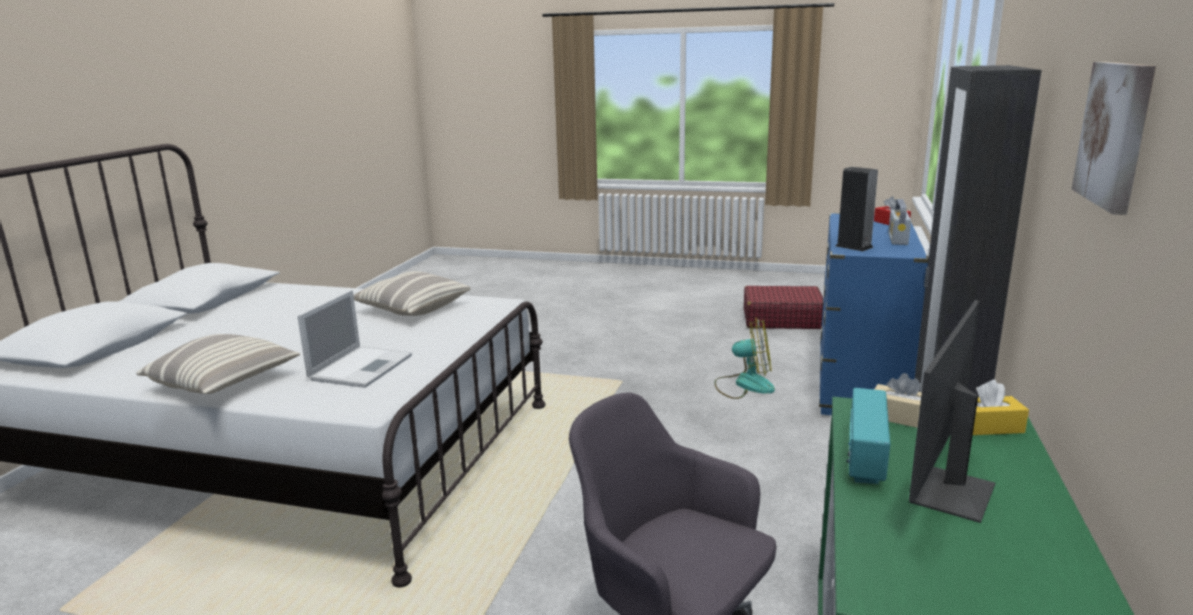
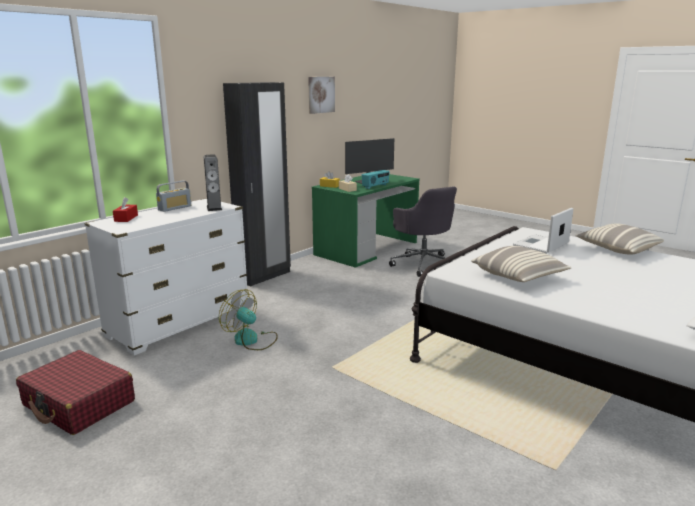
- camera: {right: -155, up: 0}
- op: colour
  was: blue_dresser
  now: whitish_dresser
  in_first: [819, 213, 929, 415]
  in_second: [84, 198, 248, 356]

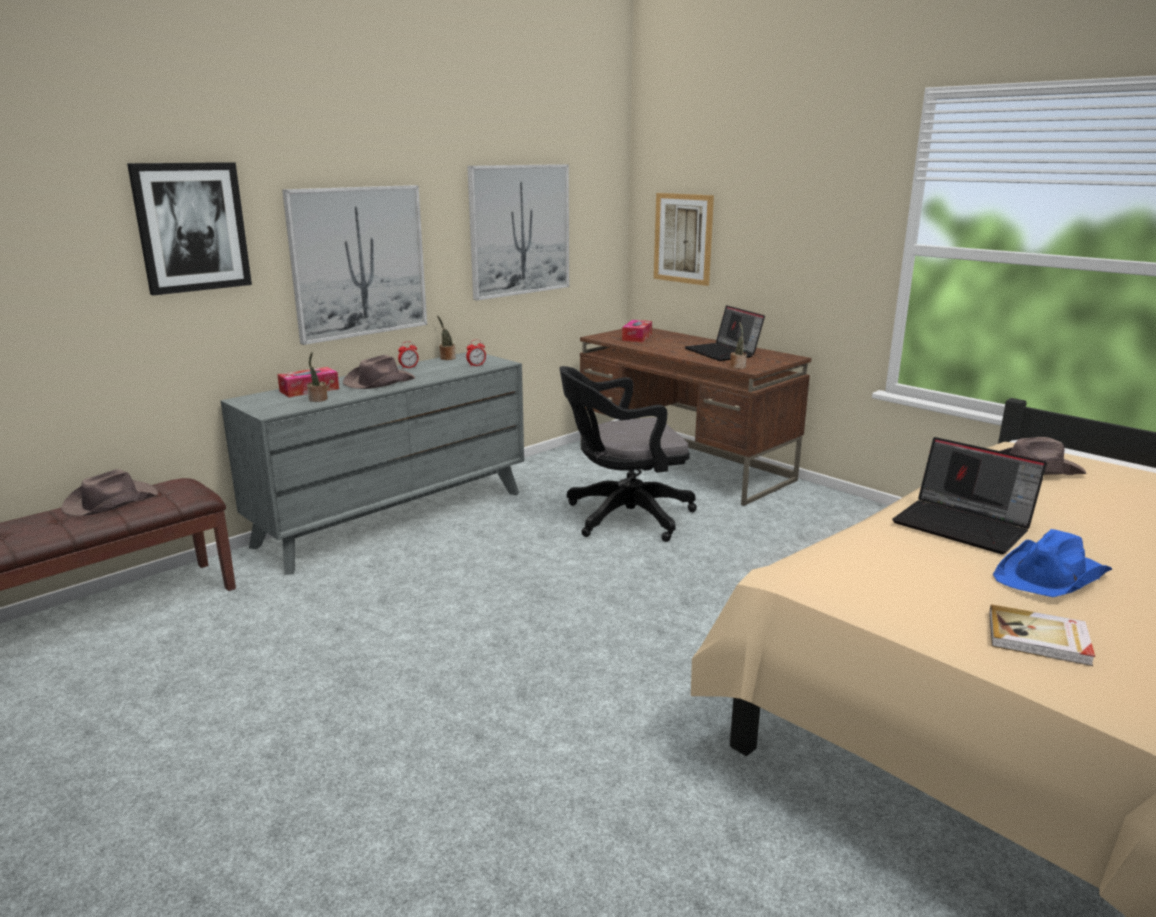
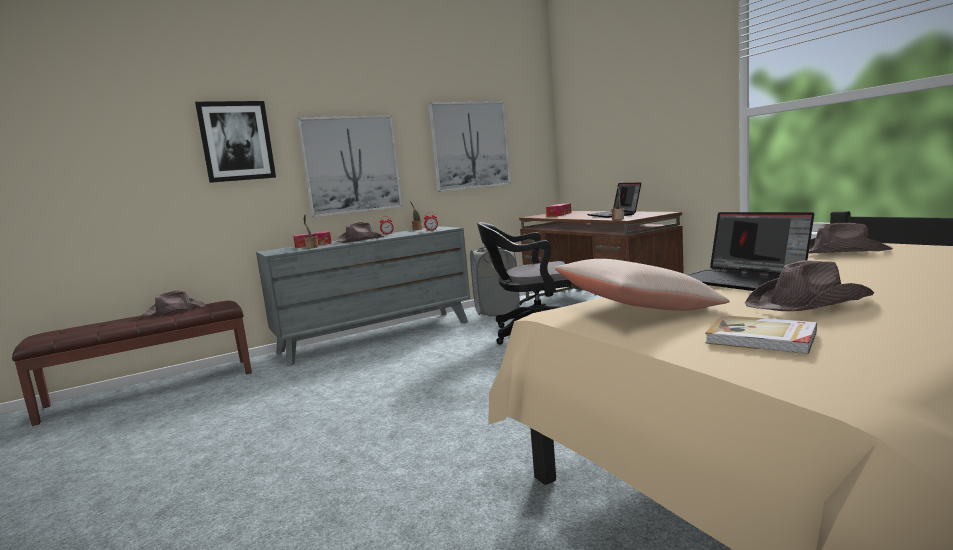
- camera: {right: 15, up: -10}
- op: missing
  was: wall_picture
  in_first: [654, 193, 714, 286]
- op: appeared
  now: greyish_washing_basket
  in_second: [470, 247, 520, 317]
- op: appeared
  now: beige-coloured_cushion
  in_second: [555, 259, 730, 311]
- op: colour
  was: blue_wearable_hat
  now: brownish_wearable_hat
  in_first: [993, 529, 1112, 597]
  in_second: [745, 260, 874, 311]

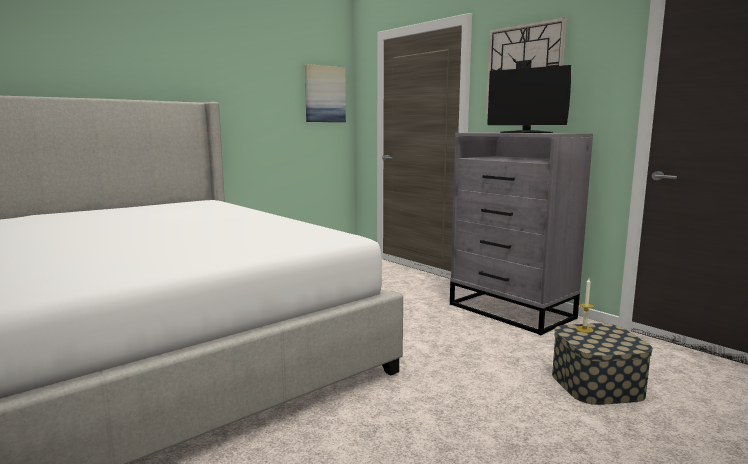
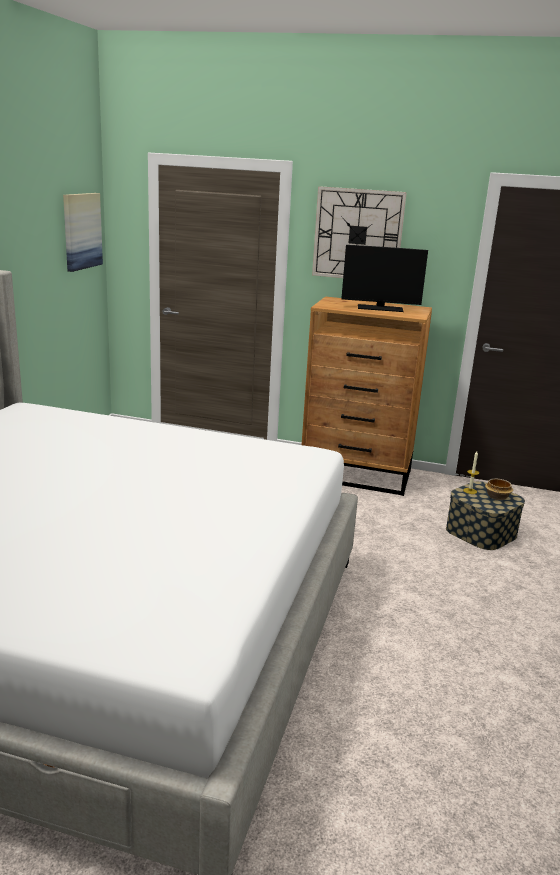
- camera: {right: -35, up: 10}
- op: appeared
  now: deep_dish
  in_second: [485, 479, 513, 500]
- op: colour
  was: greyish_dresser
  now: brownish_dresser
  in_first: [450, 132, 593, 335]
  in_second: [302, 296, 432, 496]

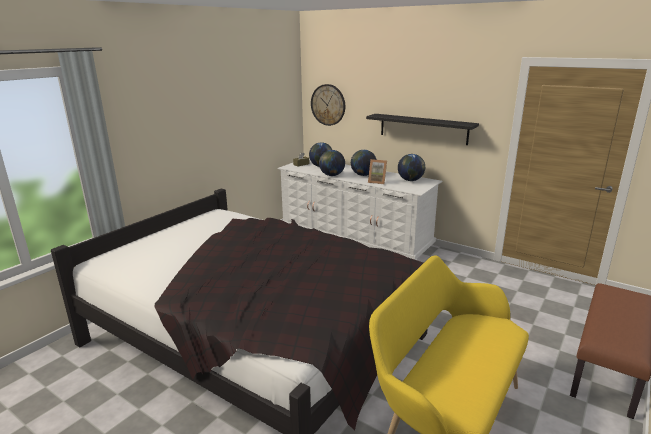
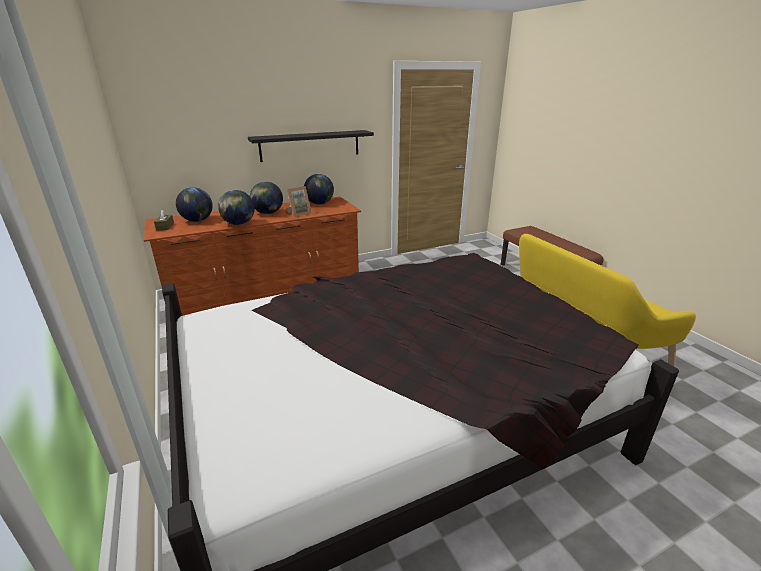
- camera: {right: -60, up: 5}
- op: missing
  was: wall_clock
  in_first: [311, 84, 345, 126]
- op: colour
  was: whitish_dresser
  now: brownish_dresser
  in_first: [277, 158, 442, 260]
  in_second: [144, 197, 361, 316]

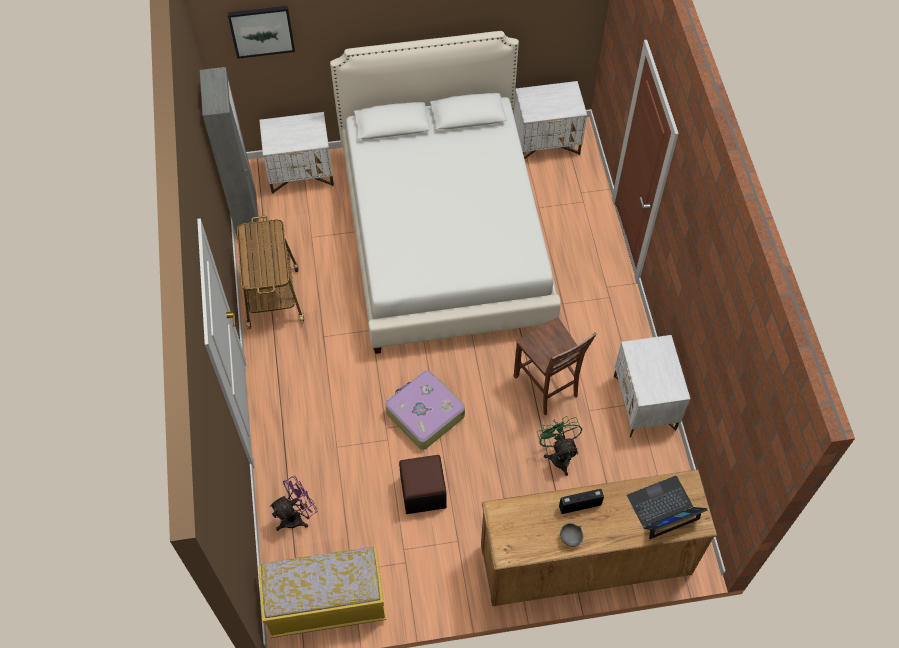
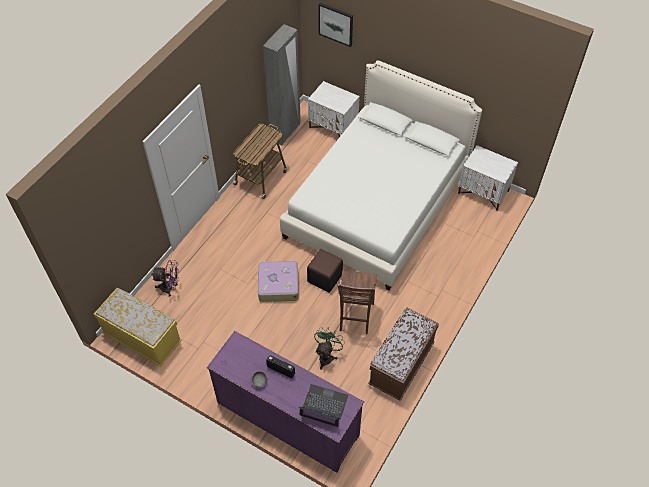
- camera: {right: 40, up: -5}
- op: relocated
  was: blackish_pouffe
  in_first: [399, 455, 447, 514]
  in_second: [307, 249, 343, 293]
- op: exchanged
  was: whitish_nightstand
  now: brownish_indoor_bench
  in_first: [614, 335, 690, 438]
  in_second: [368, 308, 439, 401]
- op: colour
  was: brownish_dresser
  now: purple_dresser
  in_first: [481, 469, 717, 606]
  in_second: [207, 331, 364, 473]

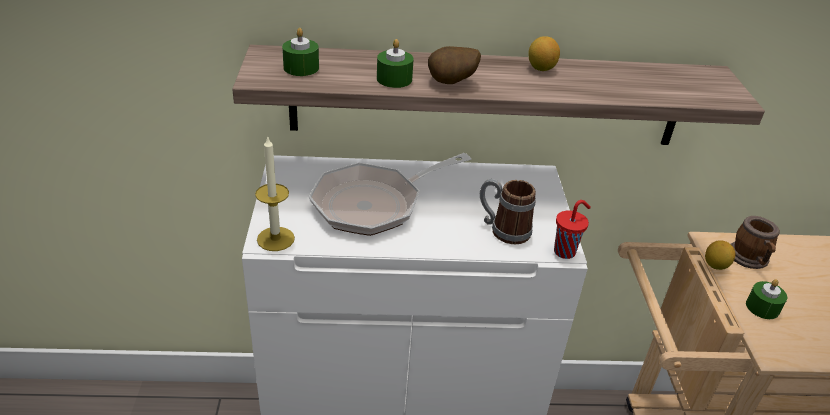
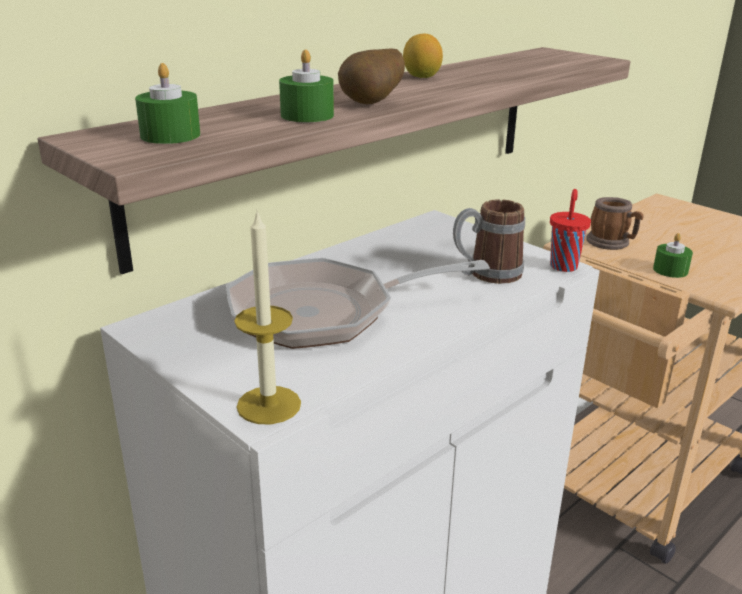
- camera: {right: -40, up: -10}
- op: missing
  was: whole_lemon
  in_first: [705, 240, 736, 270]
- op: spun
  was: frying_pan
  in_first: [309, 153, 471, 236]
  in_second: [226, 258, 490, 349]
  clockwise: 60

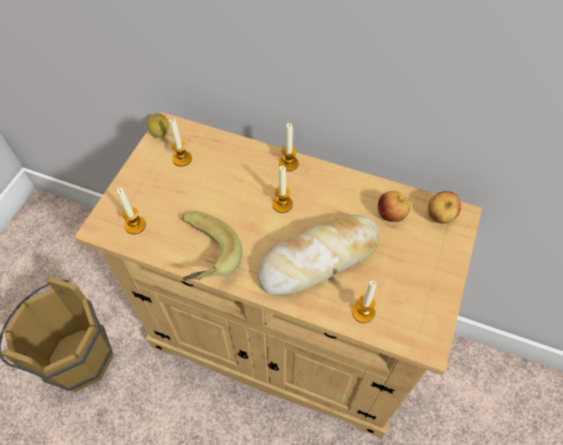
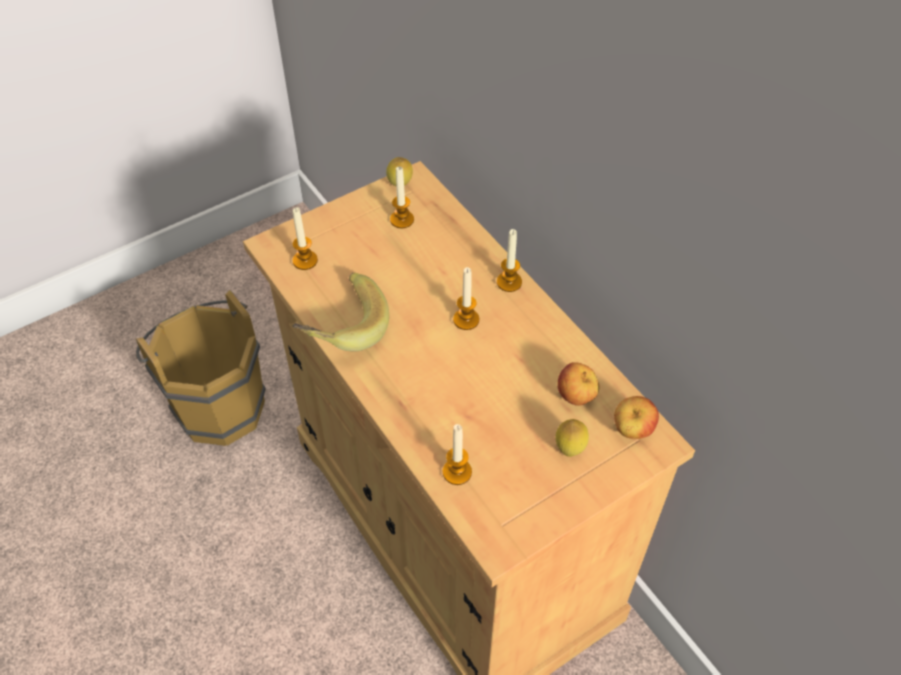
- camera: {right: 35, up: -5}
- op: missing
  was: bakery_bread
  in_first: [258, 215, 379, 296]
- op: appeared
  now: whole_lemon
  in_second: [556, 419, 589, 457]

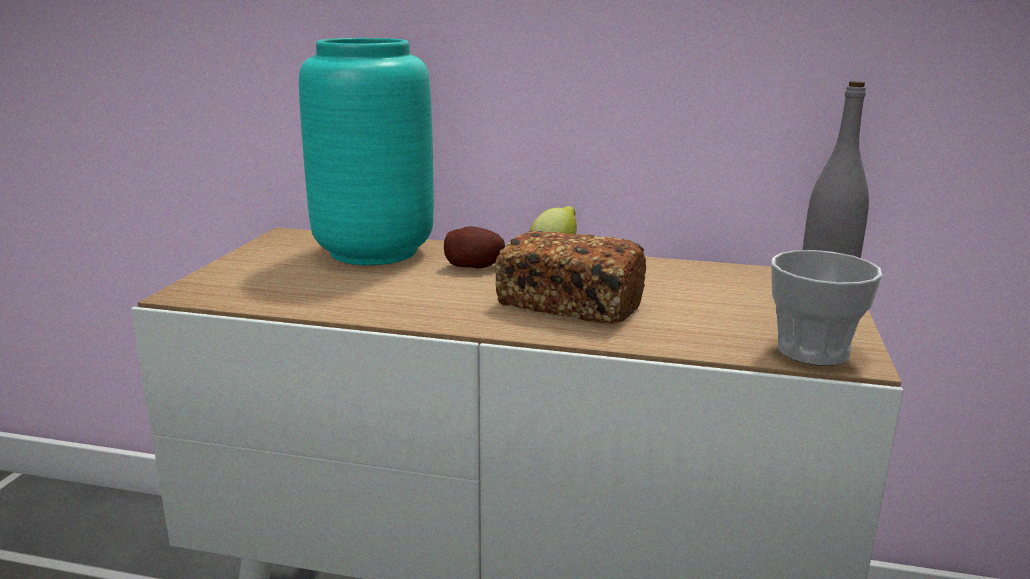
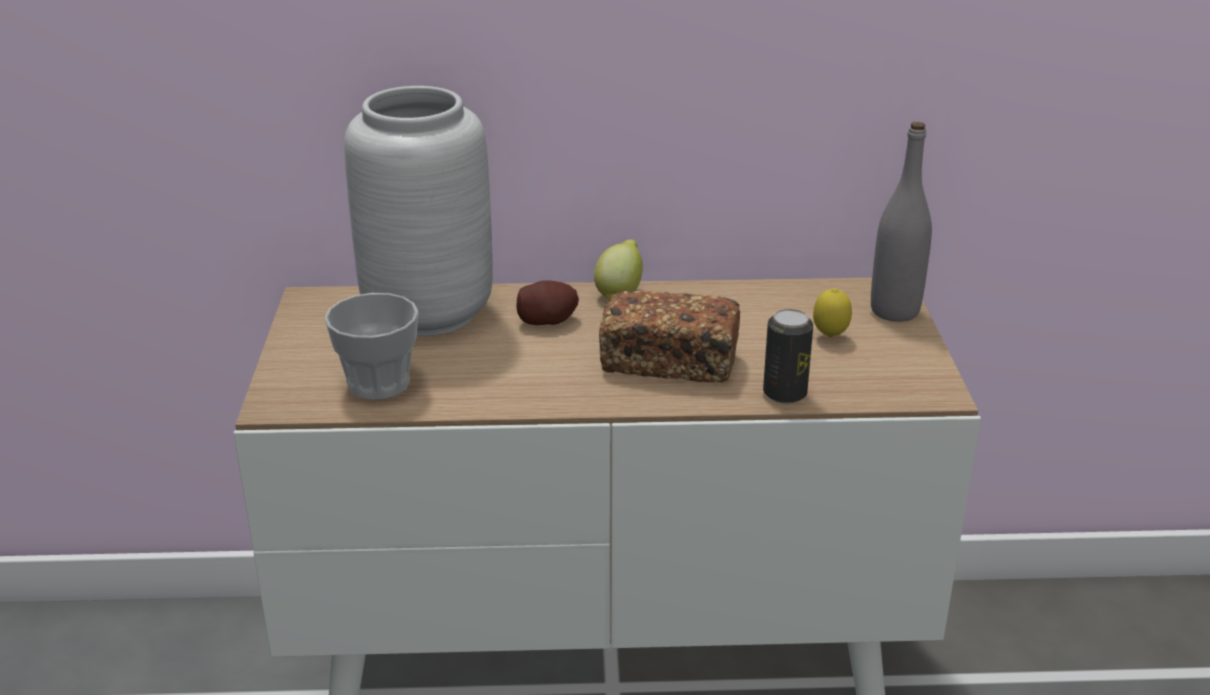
- camera: {right: -15, up: 10}
- op: appeared
  now: can
  in_second: [763, 309, 813, 404]
- op: appeared
  now: whole_lemon
  in_second: [813, 288, 852, 338]
- op: relocated
  was: small_cup
  in_first: [771, 250, 883, 366]
  in_second: [324, 293, 419, 400]
- op: colour
  was: turquoise_flower_vase
  now: greyish_flower_vase
  in_first: [299, 38, 434, 265]
  in_second: [344, 86, 493, 336]

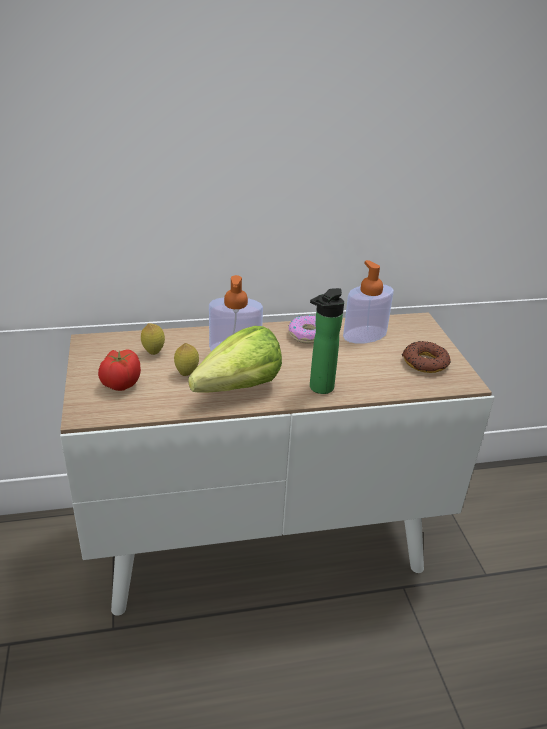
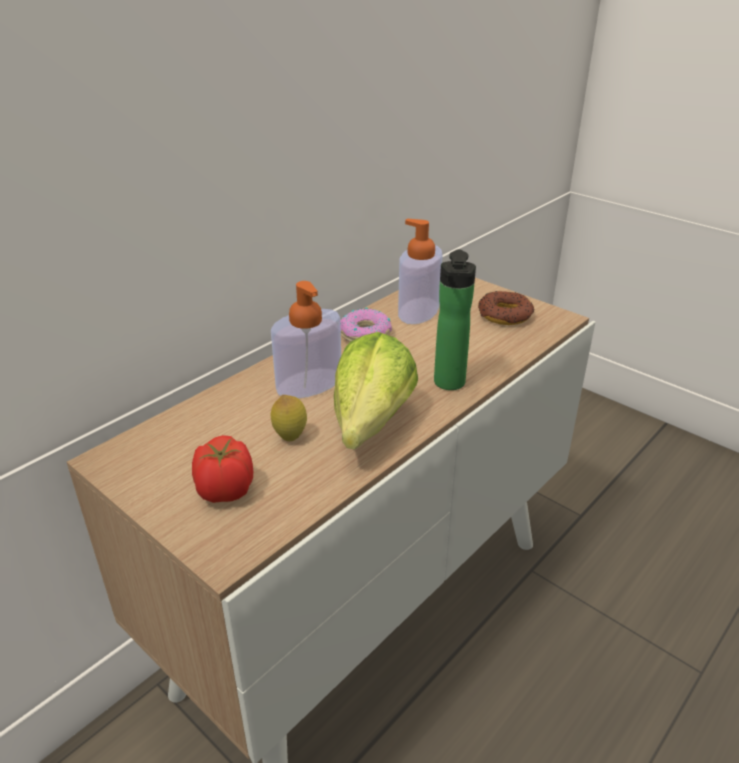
- camera: {right: -35, up: 0}
- op: missing
  was: whole_lemon
  in_first: [141, 323, 165, 355]

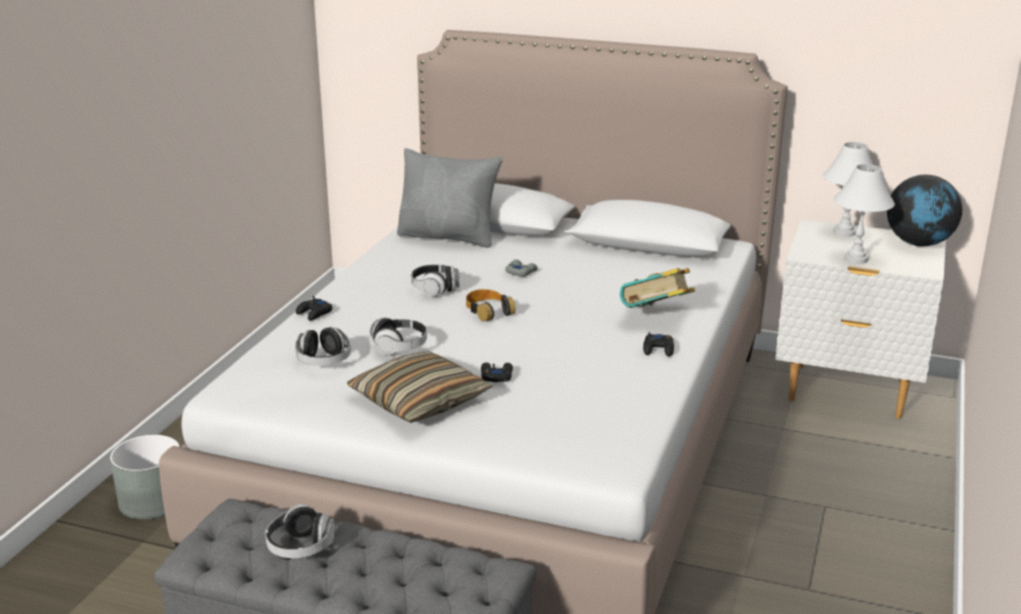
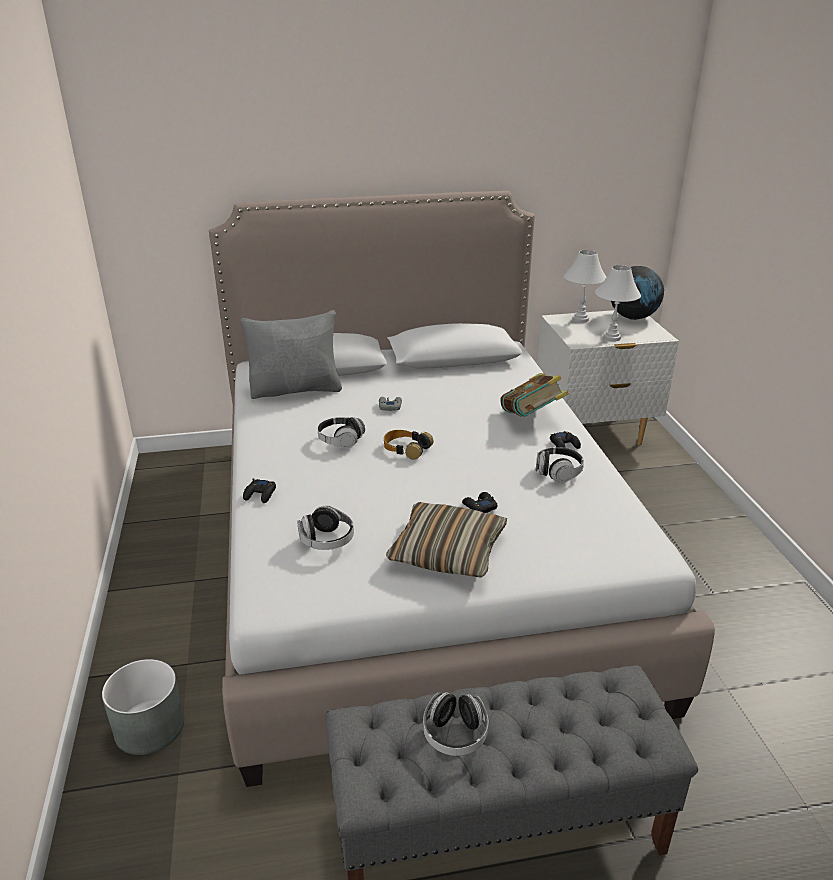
- camera: {right: -30, up: 5}
- op: relocated
  was: headphones
  in_first: [370, 318, 427, 355]
  in_second: [536, 447, 584, 483]

